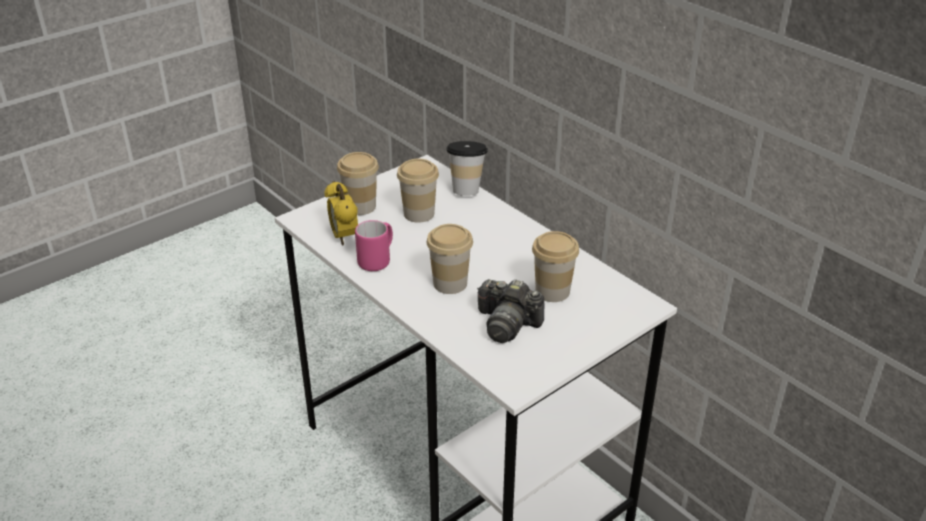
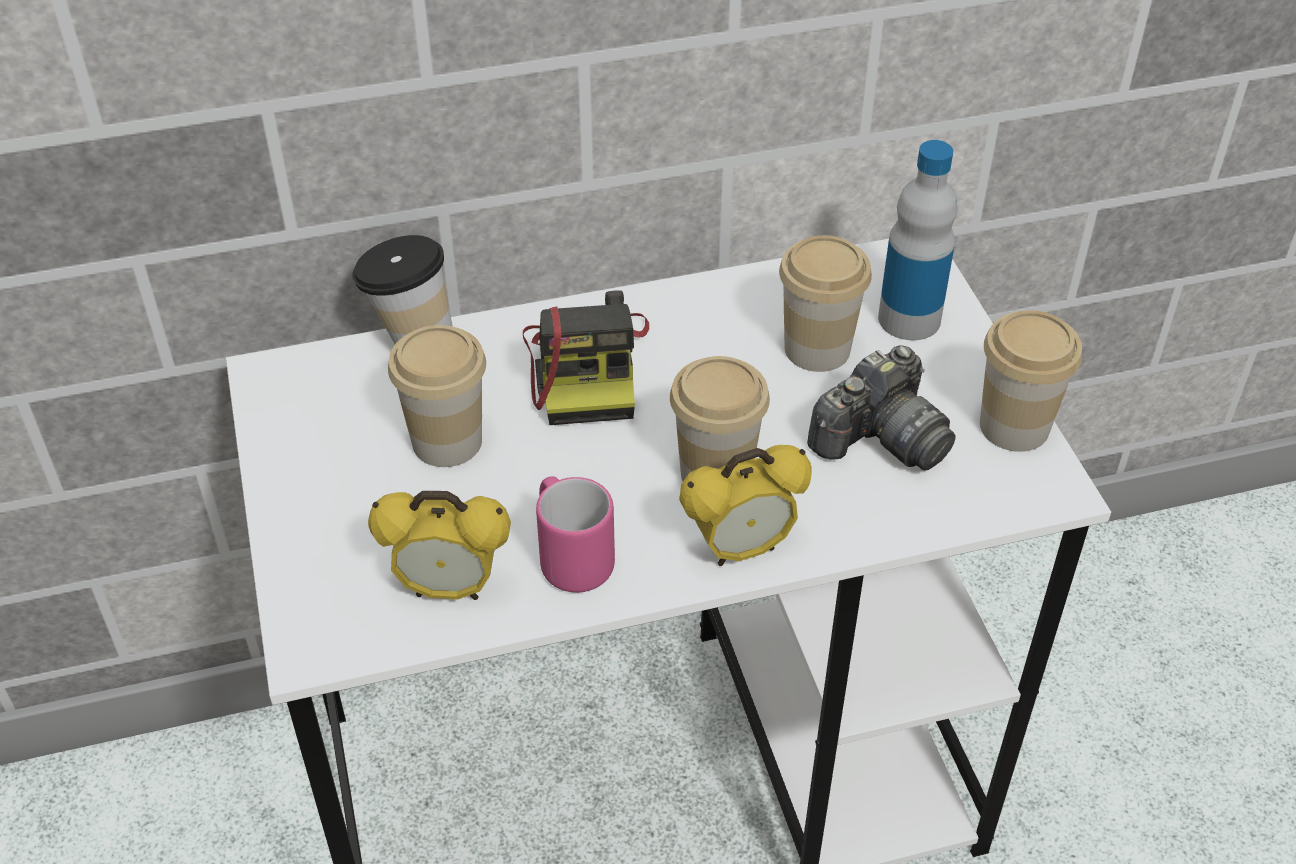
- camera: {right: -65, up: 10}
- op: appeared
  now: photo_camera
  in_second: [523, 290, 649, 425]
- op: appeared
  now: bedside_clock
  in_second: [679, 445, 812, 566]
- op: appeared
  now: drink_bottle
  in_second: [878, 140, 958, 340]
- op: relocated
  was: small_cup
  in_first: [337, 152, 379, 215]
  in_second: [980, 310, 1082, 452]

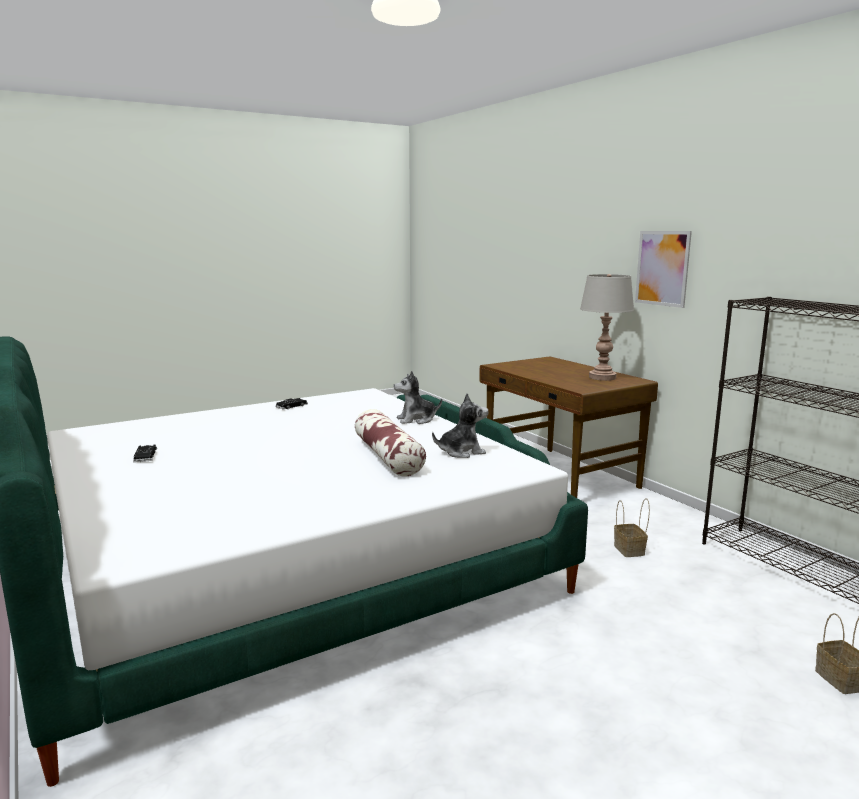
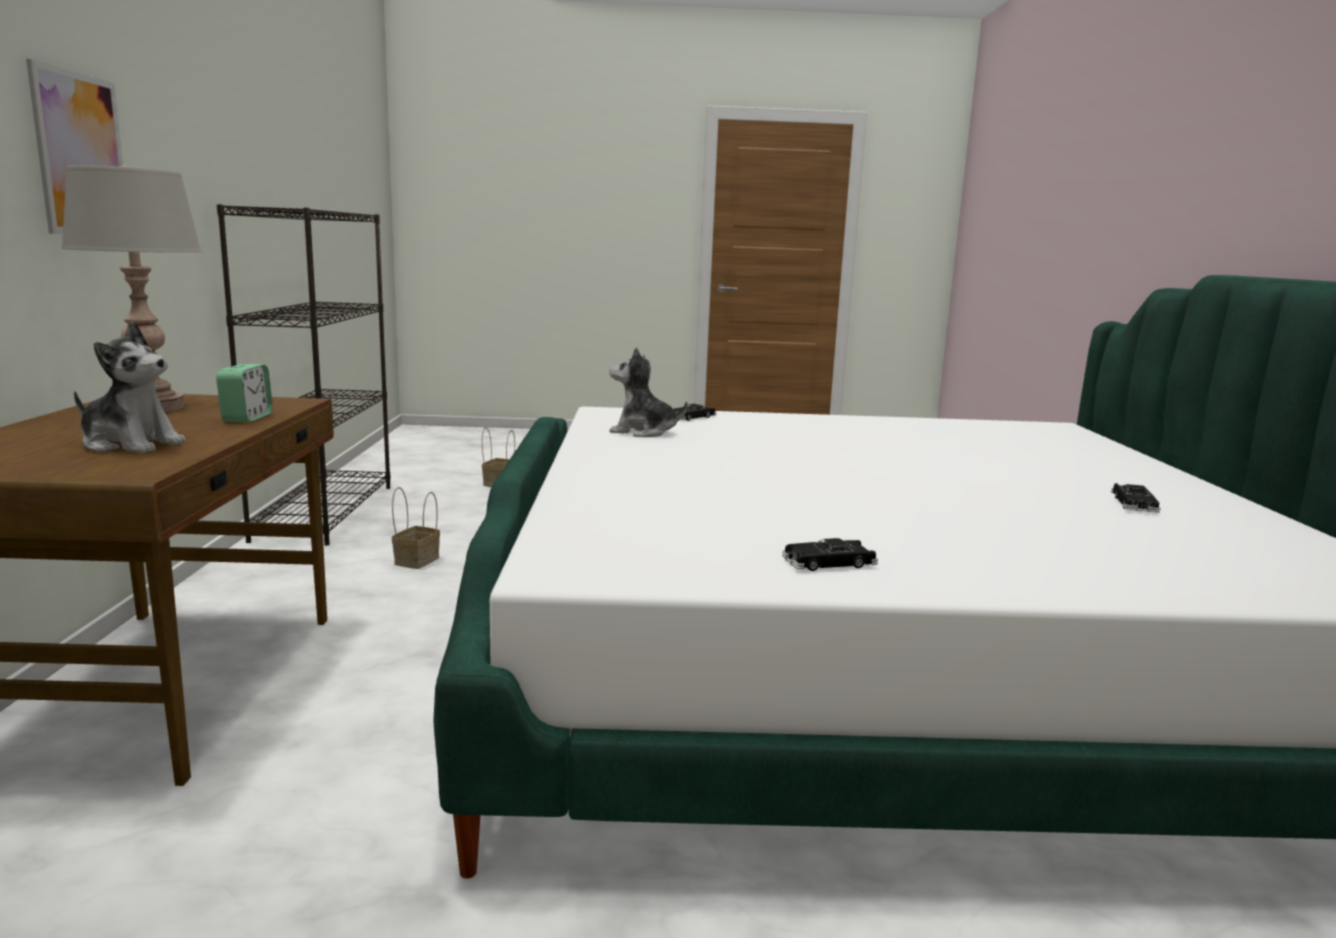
- camera: {right: -150, up: 0}
- op: missing
  was: cushion
  in_first: [355, 409, 426, 476]
- op: appeared
  now: bedside_clock
  in_second: [216, 364, 273, 423]
- op: appeared
  now: blackish_miniature_car
  in_second: [673, 404, 717, 421]
- op: relocated
  was: soft_toy
  in_first: [394, 371, 442, 424]
  in_second: [74, 321, 186, 453]

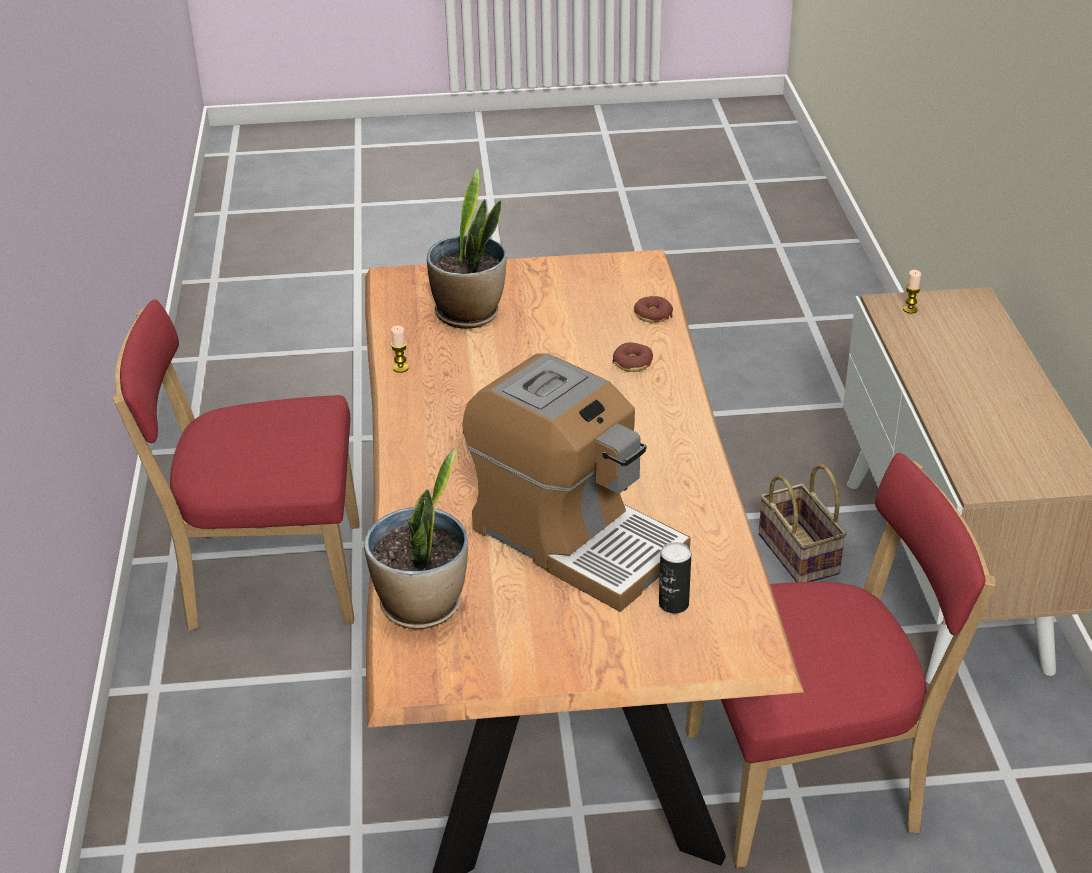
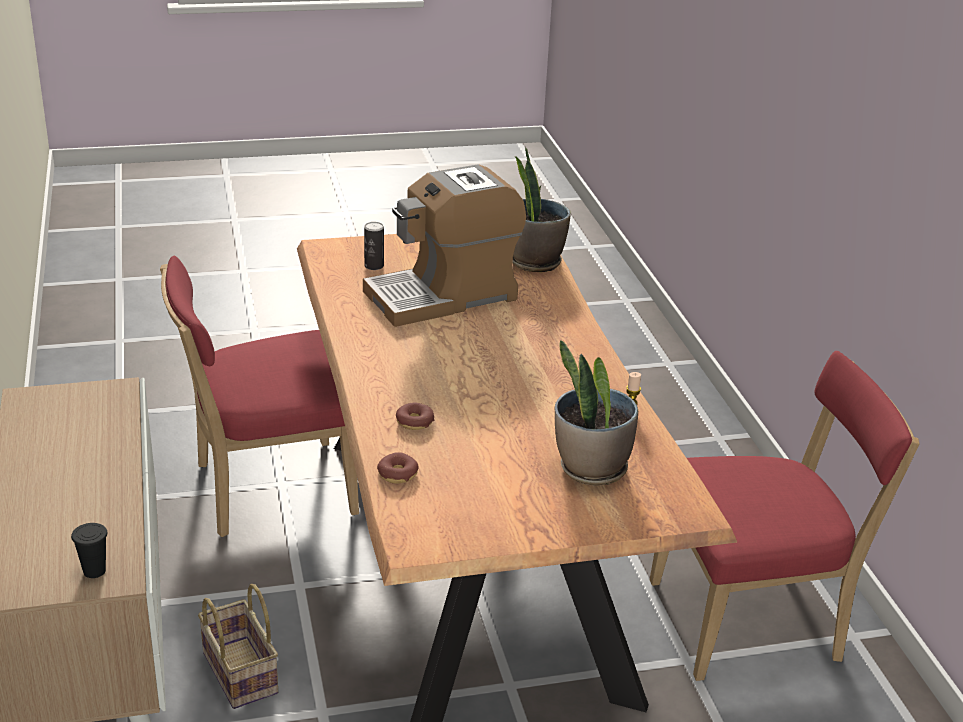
- camera: {right: 170, up: -5}
- op: exchanged
  was: candle
  now: blackish_small_cup
  in_first: [903, 270, 921, 313]
  in_second: [71, 523, 108, 578]
- op: spun
  was: coffee_brewer
  in_first: [462, 353, 691, 612]
  in_second: [363, 164, 526, 327]
  clockwise: -60

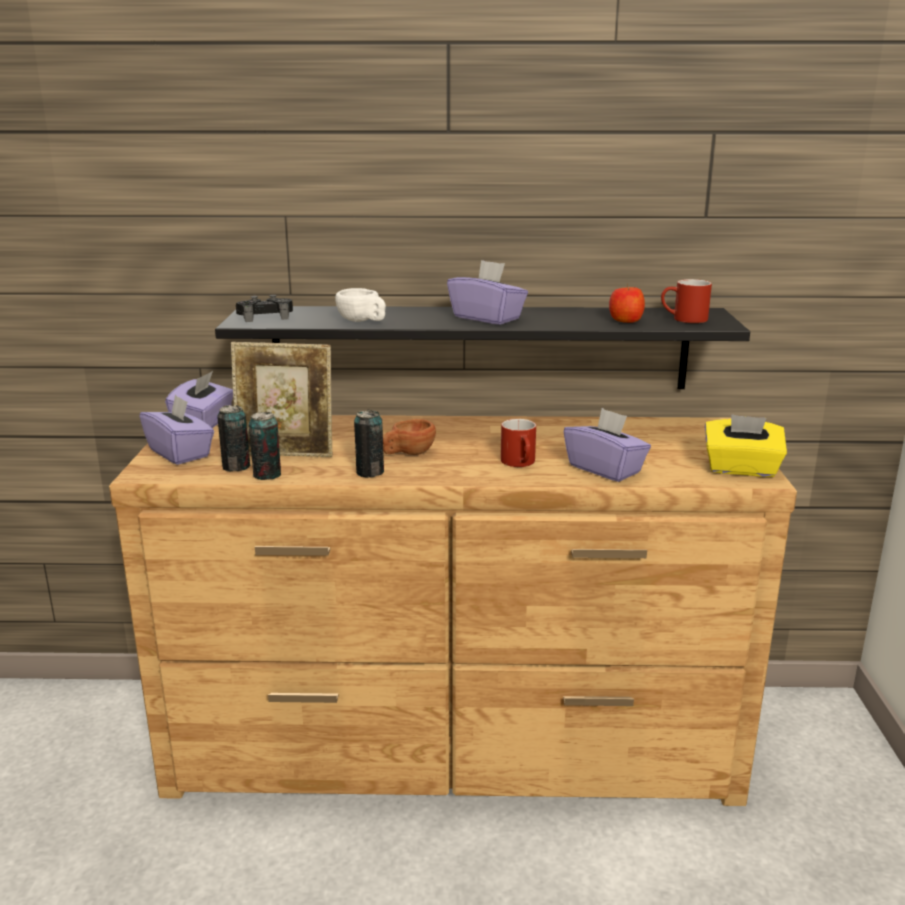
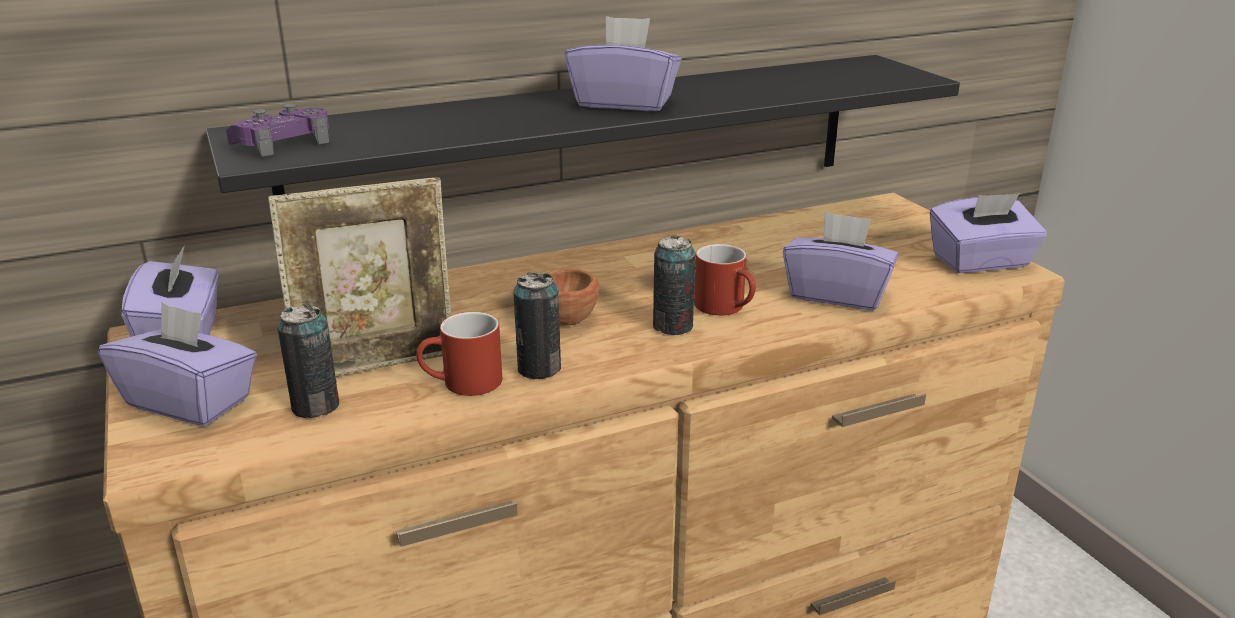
- camera: {right: -25, up: 5}
- op: missing
  was: whitish_small_cup
  in_first: [335, 288, 386, 322]
- op: missing
  was: apple
  in_first: [609, 283, 645, 323]
- op: relocated
  was: can
  in_first: [249, 412, 281, 480]
  in_second: [653, 235, 696, 335]
- op: relocated
  was: reddish_mug
  in_first: [661, 279, 712, 323]
  in_second: [416, 312, 502, 396]
- op: colour
  was: blackish_joypad
  now: purple_joypad
  in_first: [236, 295, 293, 322]
  in_second: [226, 103, 329, 157]
- op: colour
  was: yellow-coloured_box_of_tissues
  now: purple_box_of_tissues
  in_first: [705, 414, 787, 477]
  in_second: [930, 193, 1047, 273]

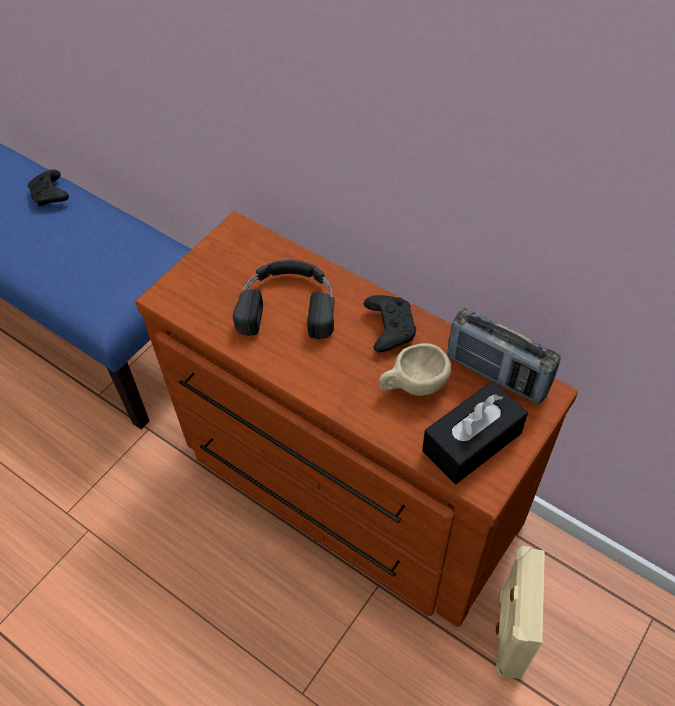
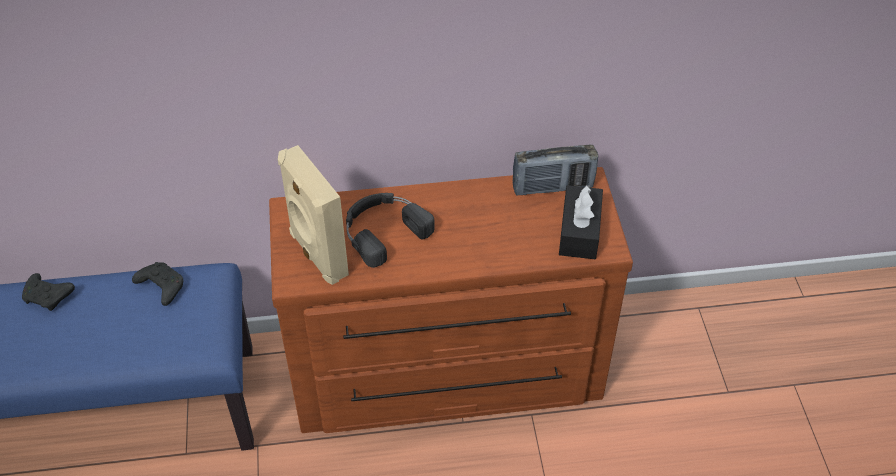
- camera: {right: -45, up: -5}
- op: missing
  was: beige-coloured_small_cup
  in_first: [379, 343, 451, 396]
- op: relocated
  was: blackish_joypad
  in_first: [364, 295, 416, 352]
  in_second: [132, 262, 183, 306]
- op: relocated
  was: beige-coloured_audio_speaker
  in_first: [496, 546, 545, 679]
  in_second: [278, 145, 349, 285]

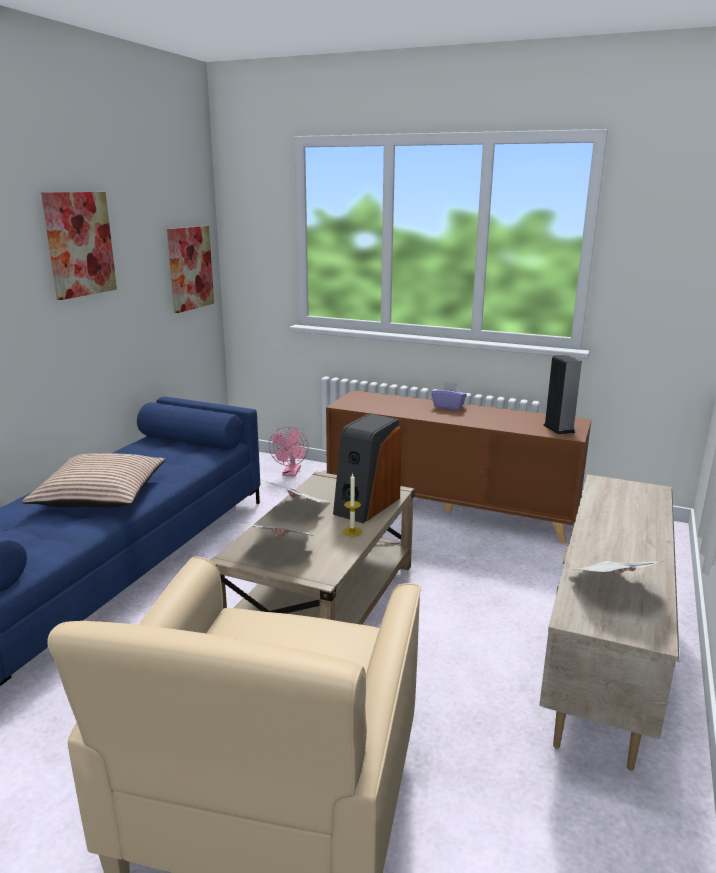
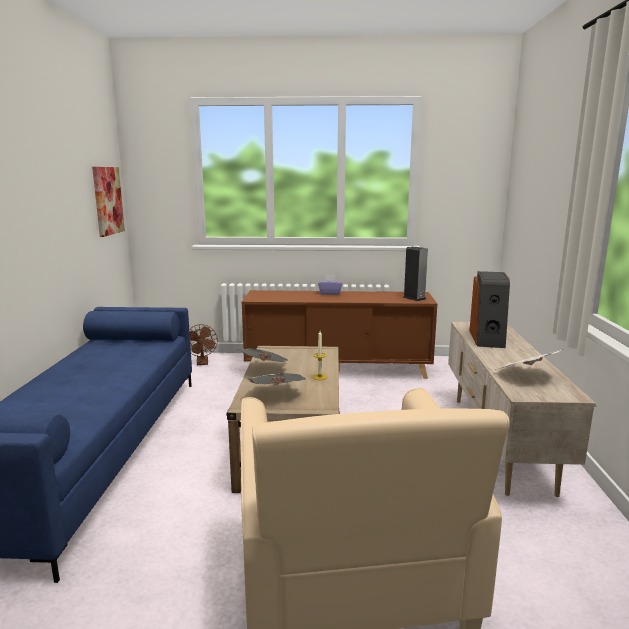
- camera: {right: -20, up: -5}
- op: missing
  was: cushion
  in_first: [22, 453, 166, 507]
- op: missing
  was: wall_picture
  in_first: [41, 192, 117, 300]
- op: relocated
  was: audio_speaker
  in_first: [333, 414, 402, 523]
  in_second: [469, 271, 510, 348]
- op: colour
  was: pink_electric_fan
  now: brownish_electric_fan
  in_first: [269, 426, 308, 476]
  in_second: [189, 324, 218, 365]

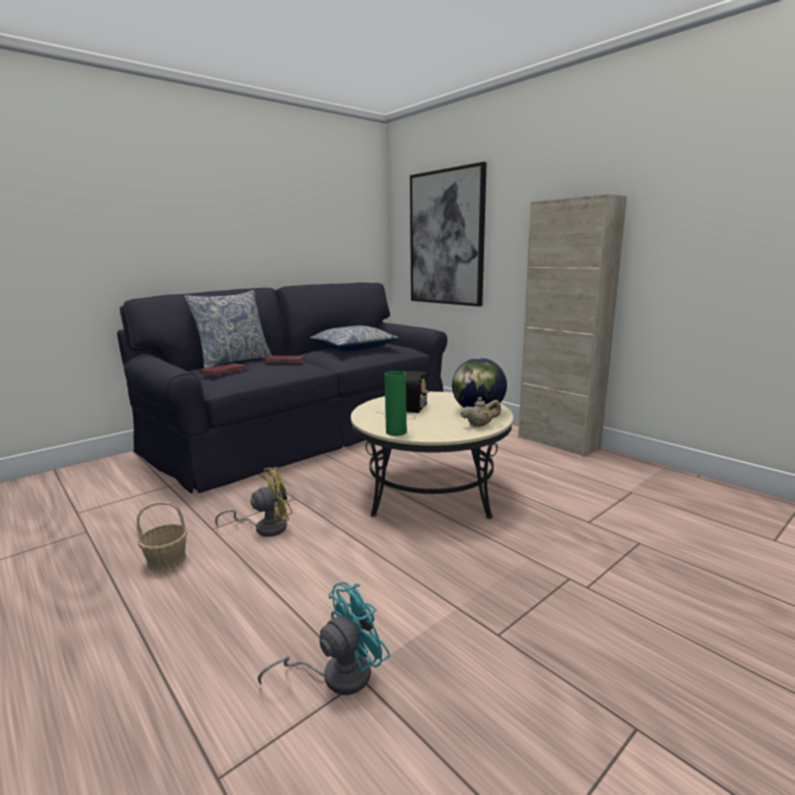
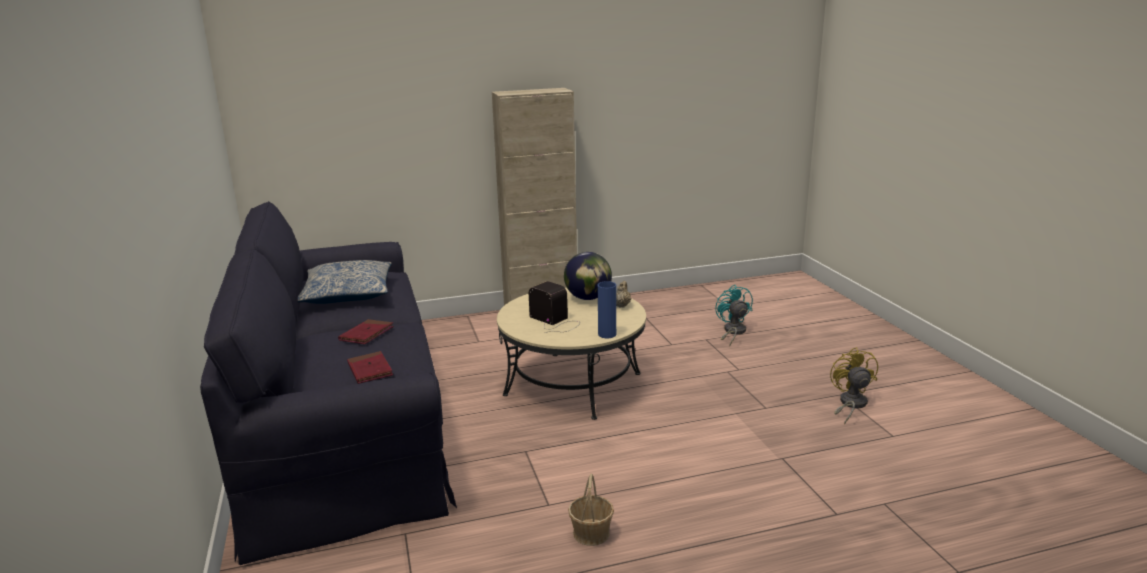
- camera: {right: -65, up: 5}
- op: missing
  was: cushion
  in_first: [184, 290, 272, 368]
- op: missing
  was: wall_picture
  in_first: [410, 162, 487, 307]
- op: relocated
  was: yellow-coloured_electric_fan
  in_first: [215, 467, 293, 537]
  in_second: [830, 347, 878, 425]
- op: relocated
  was: turquoise_electric_fan
  in_first: [258, 582, 390, 695]
  in_second: [715, 285, 753, 345]
- op: colour
  was: green-coloured_flower_vase
  now: blue_flower_vase
  in_first: [385, 371, 407, 436]
  in_second: [598, 281, 616, 339]

